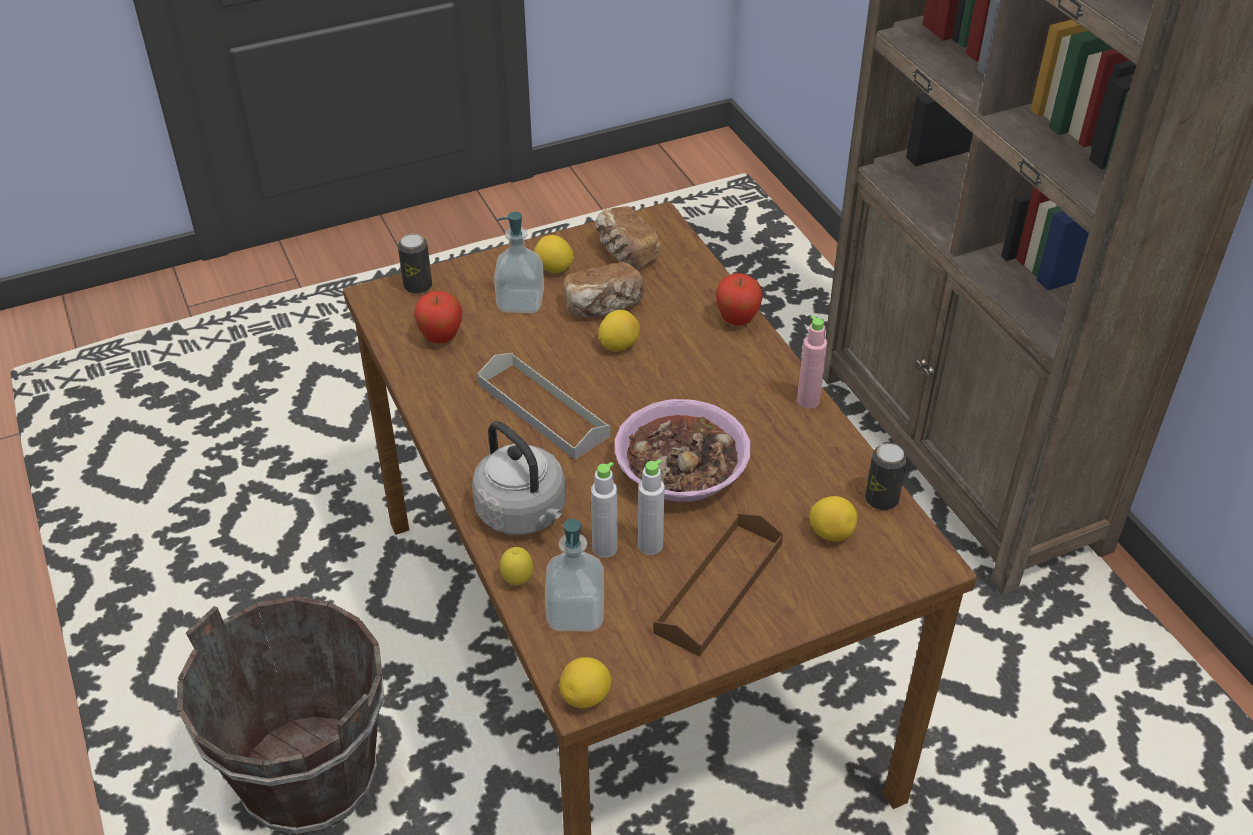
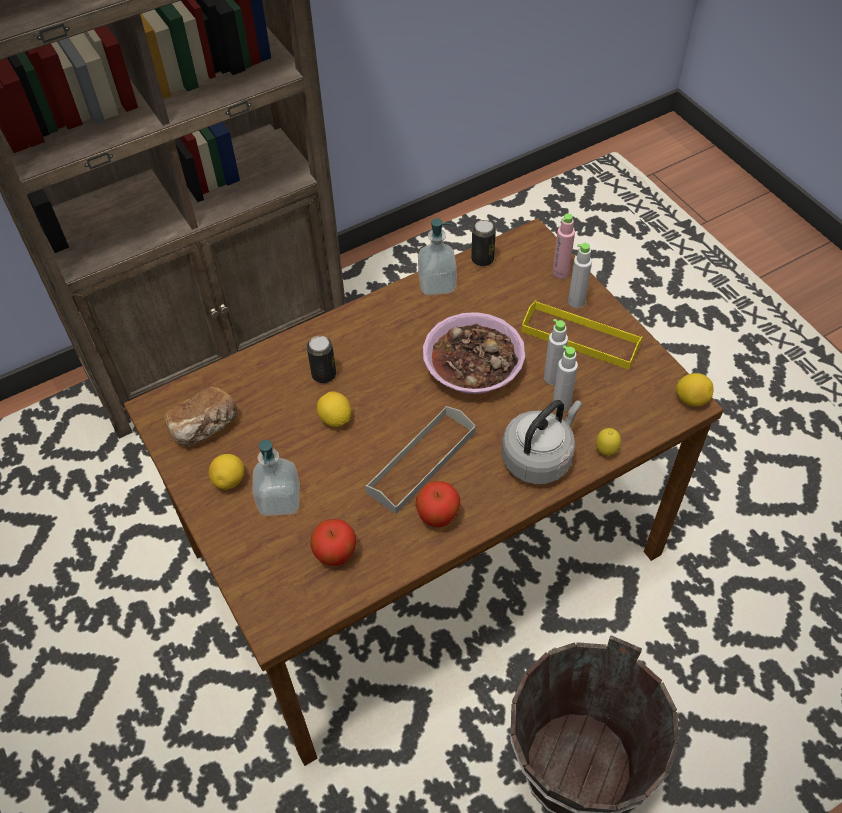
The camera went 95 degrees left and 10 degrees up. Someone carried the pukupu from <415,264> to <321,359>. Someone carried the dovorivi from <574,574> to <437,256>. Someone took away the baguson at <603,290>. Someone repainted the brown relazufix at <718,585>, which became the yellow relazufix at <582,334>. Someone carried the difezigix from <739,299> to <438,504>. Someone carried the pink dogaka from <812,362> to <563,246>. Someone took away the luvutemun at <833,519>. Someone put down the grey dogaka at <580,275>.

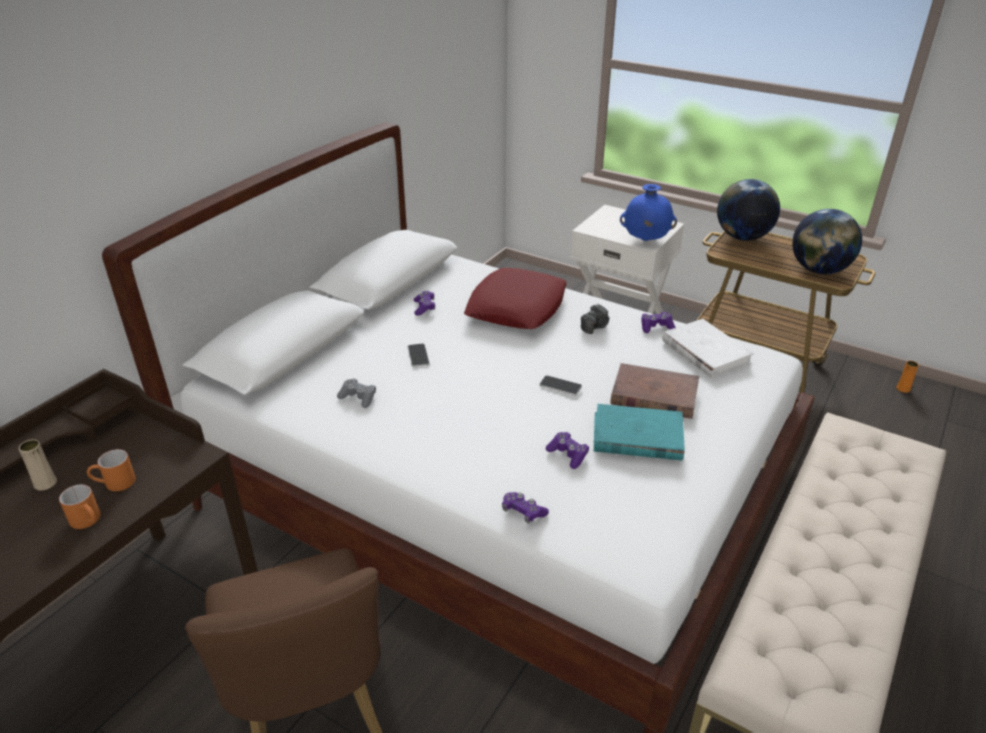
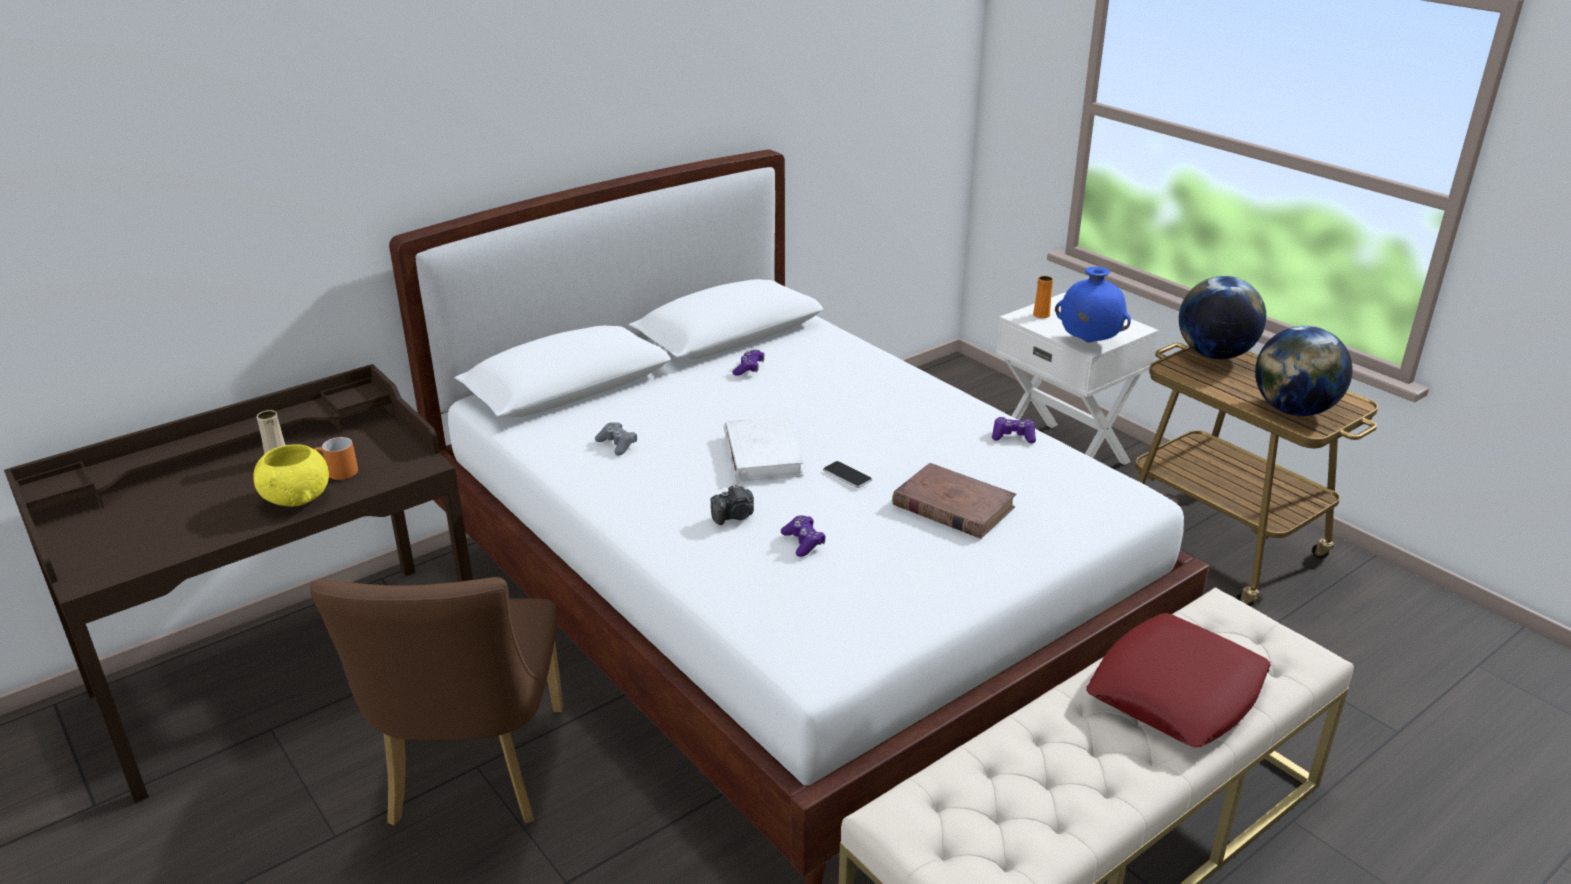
The camera went 20 degrees right and 5 degrees down. Someone swapped the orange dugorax at <80,507> for the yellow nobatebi at <291,475>. Someone took away the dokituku at <419,355>. Someone carried the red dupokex from <515,298> to <1178,680>. Someone took away the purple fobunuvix at <525,508>. Someone carried the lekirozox from <595,319> to <732,504>. Someone took away the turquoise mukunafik at <639,432>. Someone carried the white mukunafik from <708,348> to <764,449>. Someone carried the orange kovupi from <907,377> to <1043,297>.

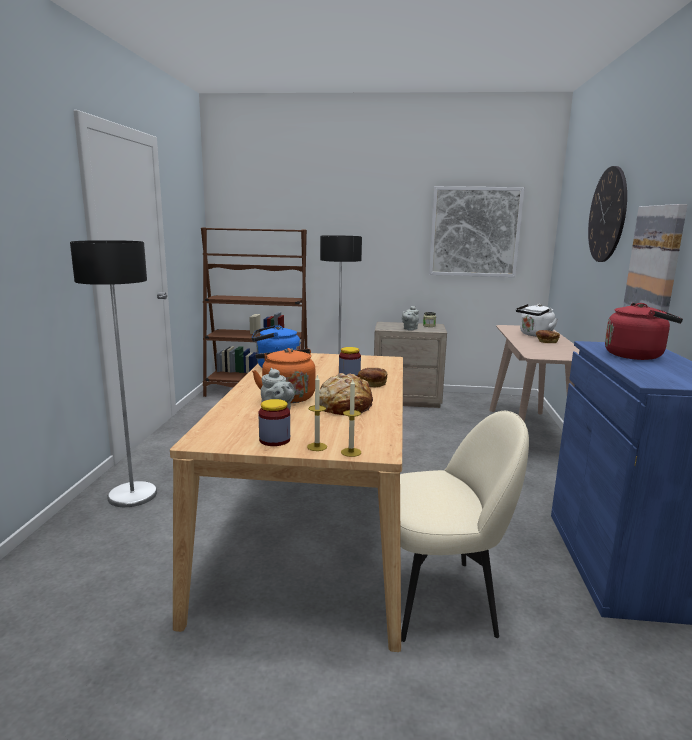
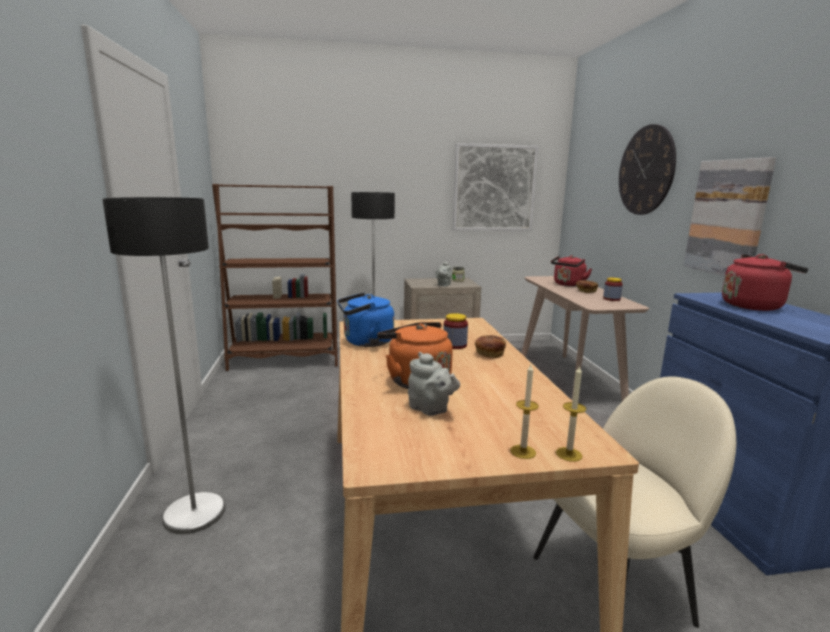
The camera went 15 degrees left and 0 degrees up. Someone carried the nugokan from <274,422> to <613,289>. Someone took away the baguson at <346,394>. Someone repainted the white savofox at <537,320>, which became the red savofox at <571,270>.

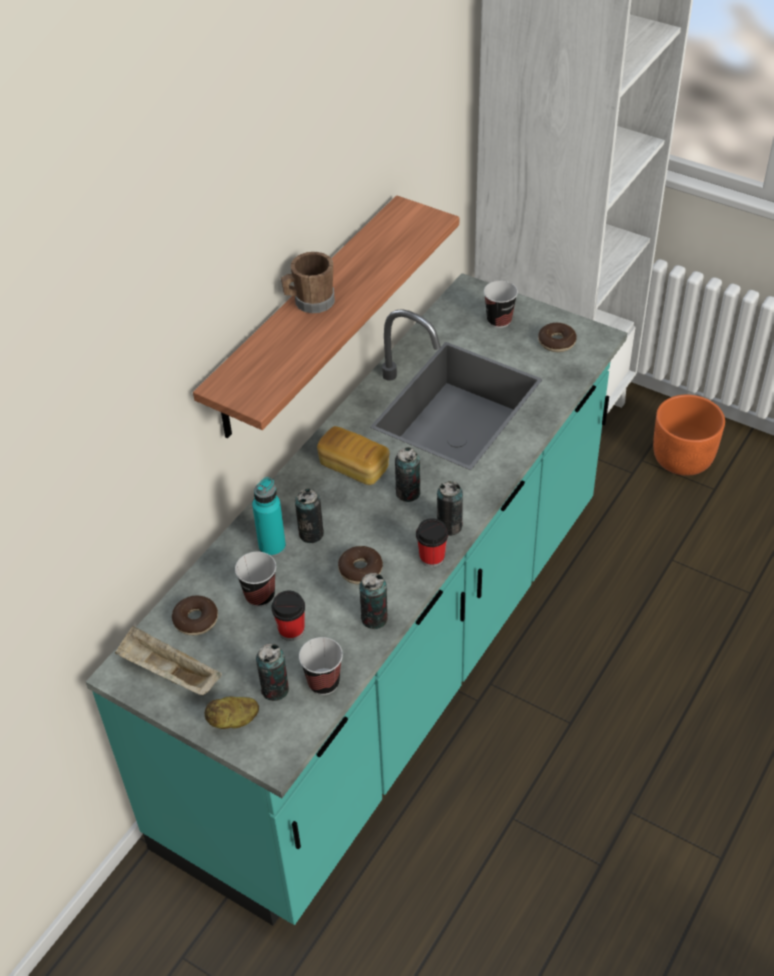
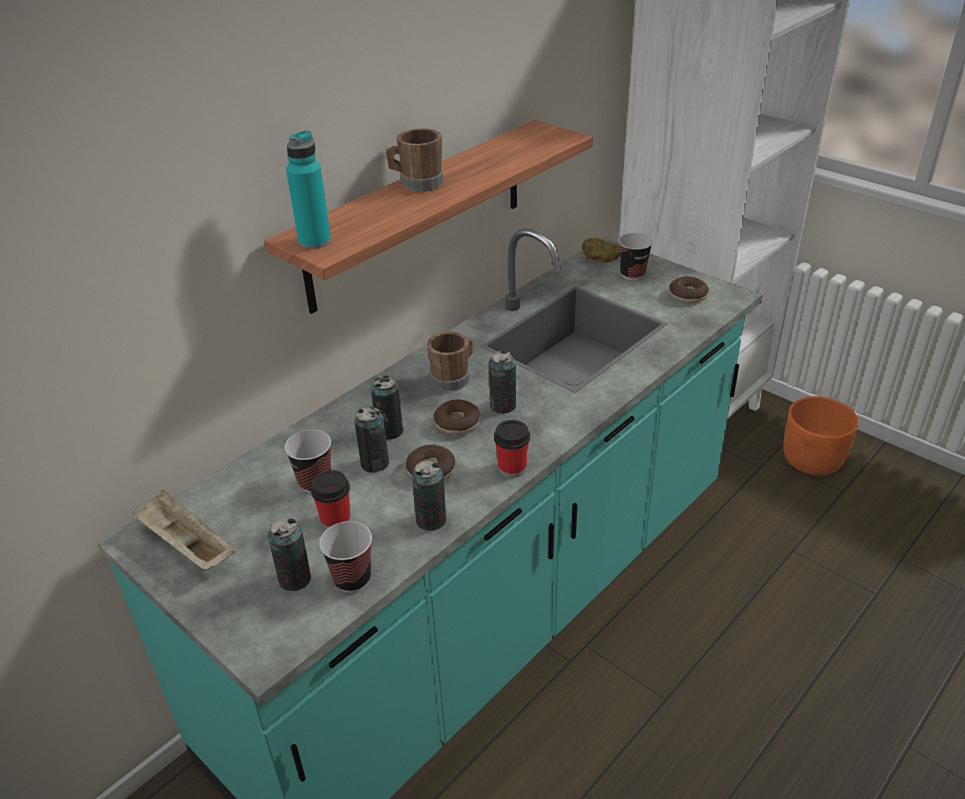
The camera went 10 degrees right and 10 degrees down. Someone carried the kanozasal from <195,615> to <457,417>. Someone carried the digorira from <232,712> to <601,250>. Someone carried the turquoise dogaka from <269,517> to <308,189>. Someone swapped the baguson at <353,455> for the brown dugorax at <450,361>. Someone carried the pukupu from <450,508> to <371,440>.

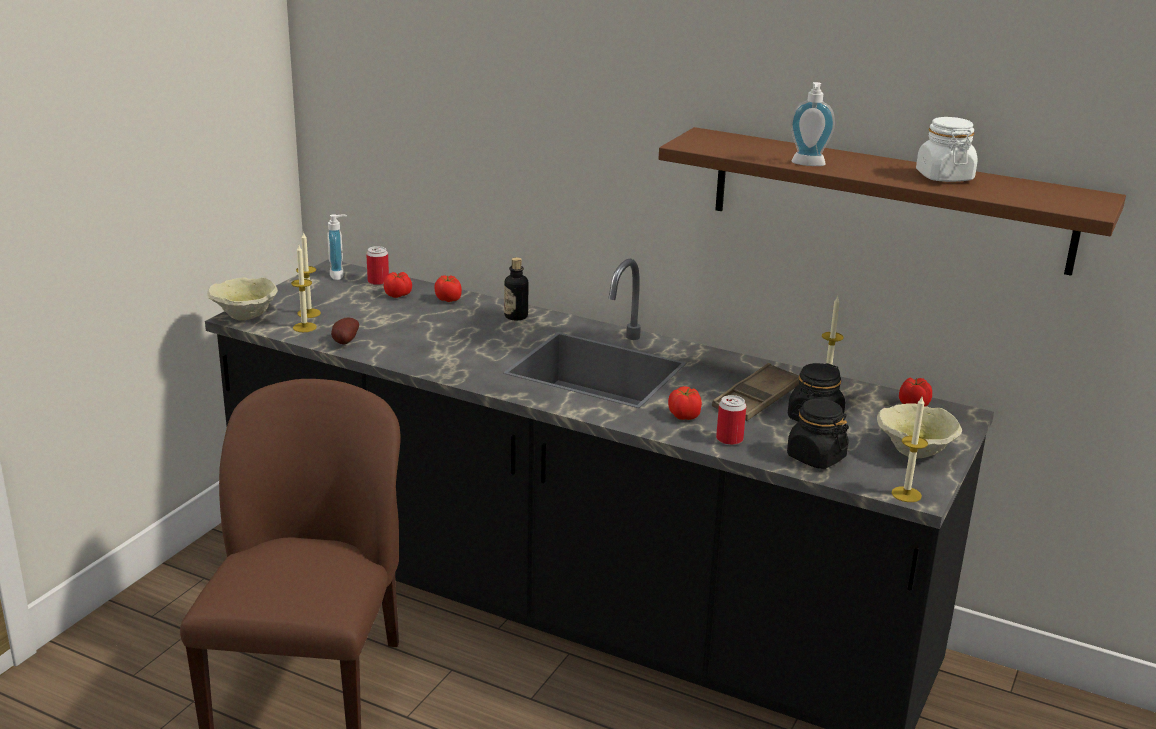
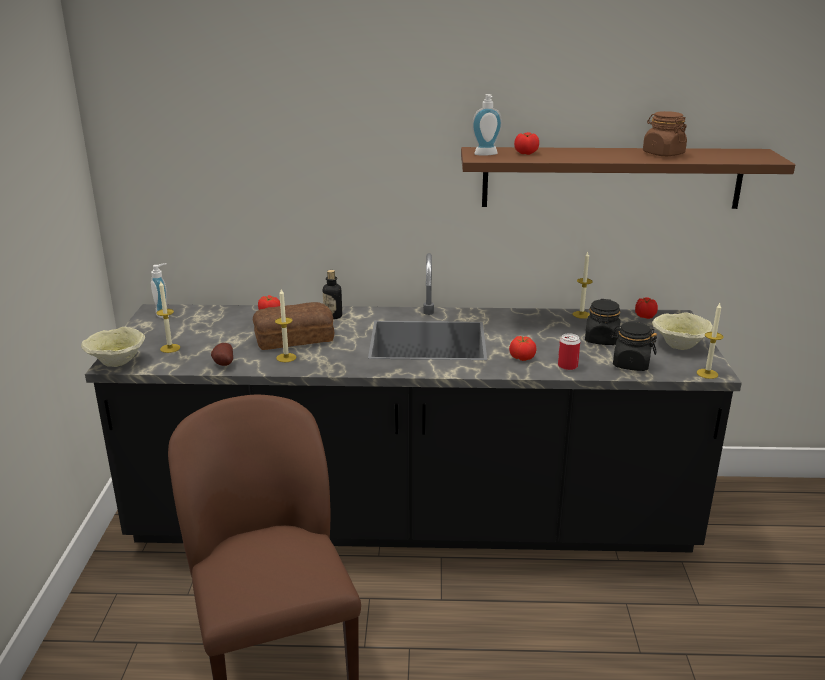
The camera went 25 degrees left and 0 degrees up. Someone carried the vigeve from <304,288> to <285,325>. Someone took away the pukupu at <377,265>. Someone carried the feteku from <398,285> to <526,143>. Someone took away the brown relazufix at <755,392>. Someone carried the dovorivi from <812,124> to <487,124>. Someone repainted the white nugokan at <946,149>, which became the brown nugokan at <665,133>. Someone put down the baguson at <294,326>.

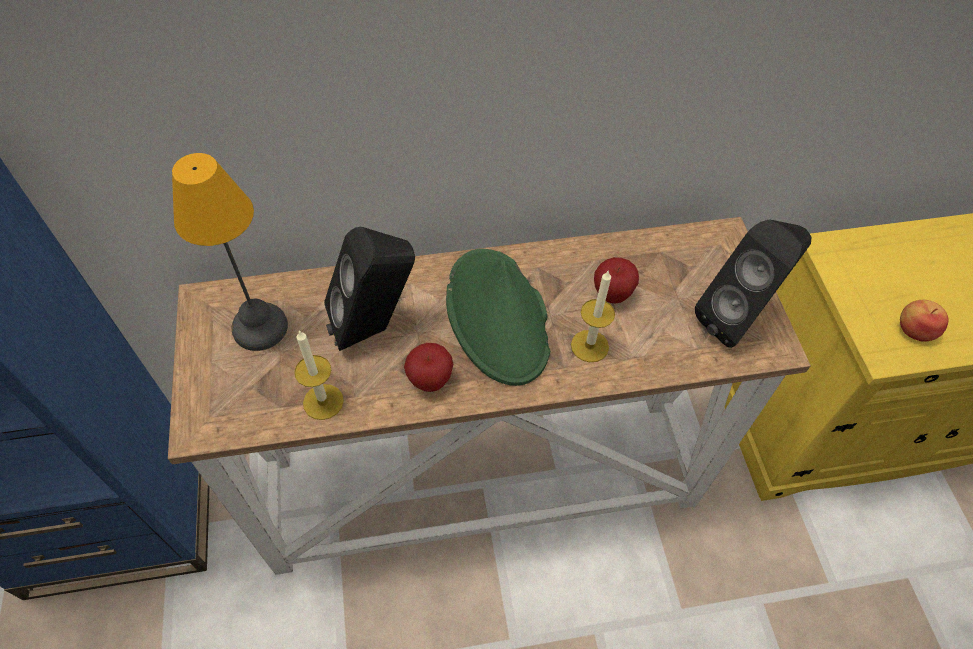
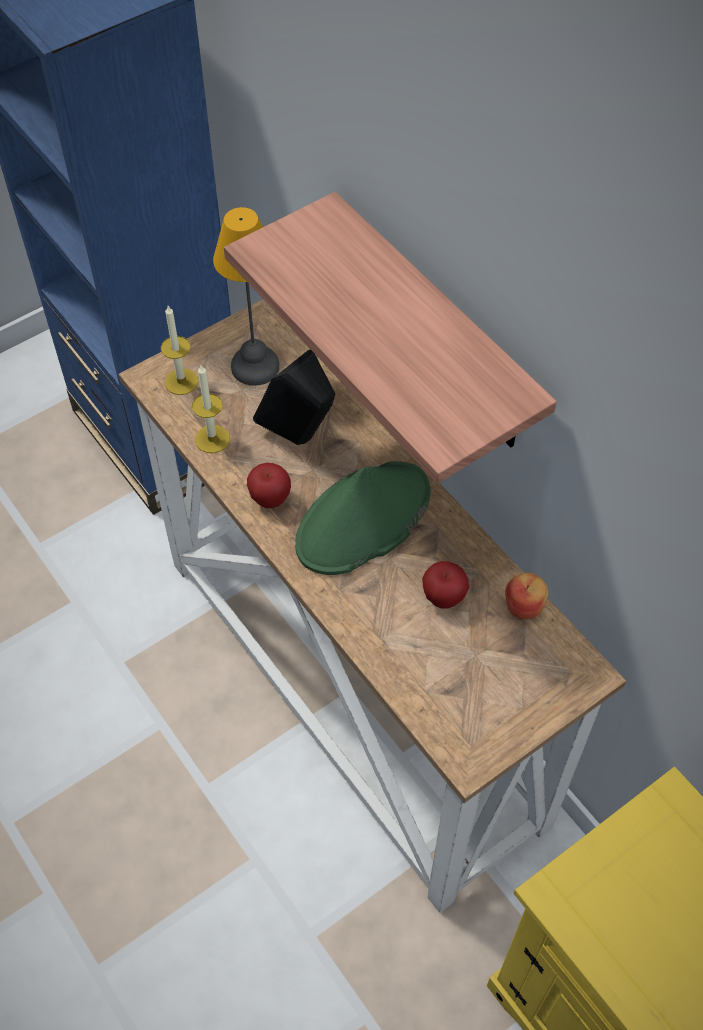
The camera went 65 degrees right and 0 degrees up. Someone carried the vigeve from <593,316> to <180,350>. Someone took away the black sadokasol at <753,283>. Someone carried the difezigix from <924,321> to <526,596>. Someone put up the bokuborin at <390,337>.

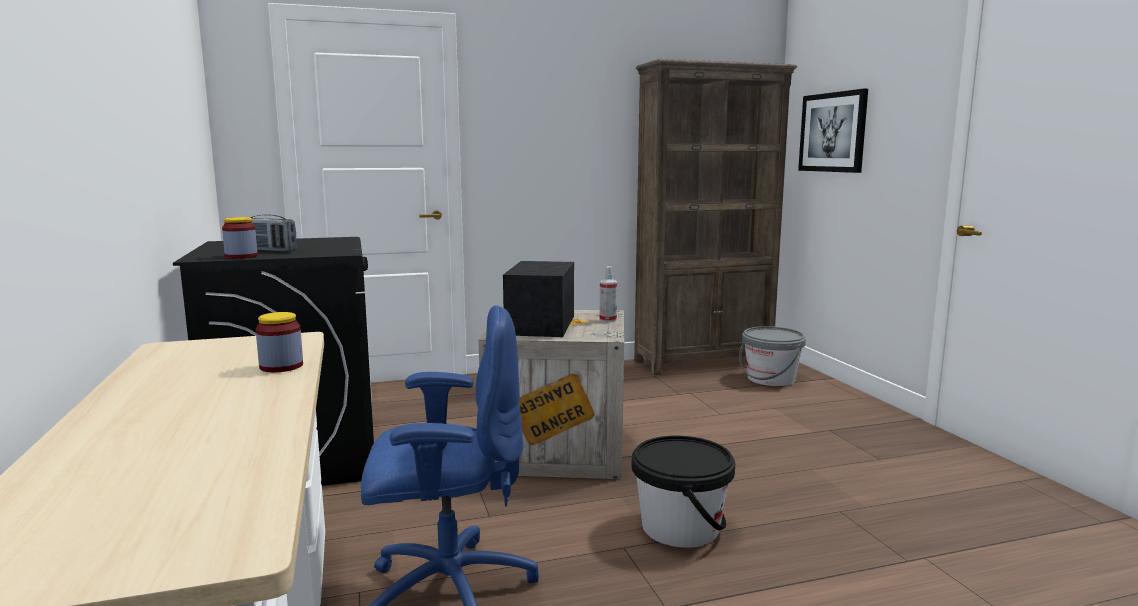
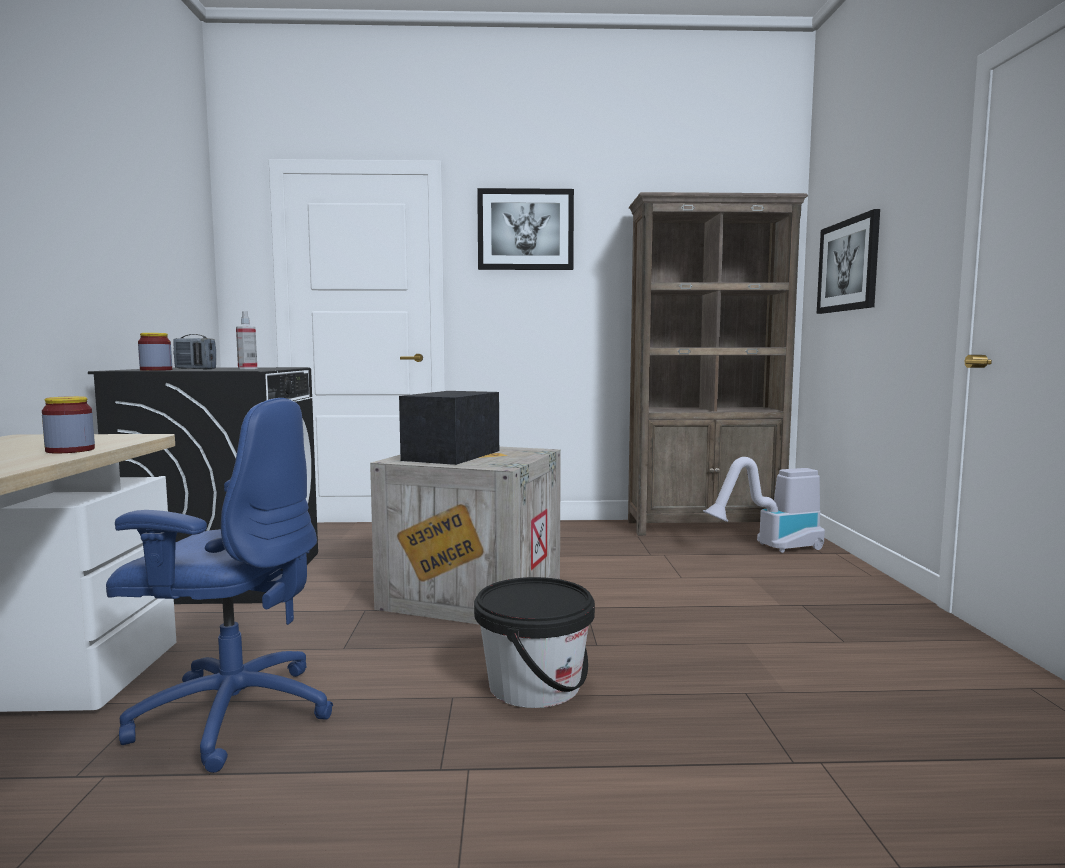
The camera went 15 degrees right and 5 degrees down. Someone carried the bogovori from <608,294> to <246,340>. Someone swapped the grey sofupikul at <772,356> for the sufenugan at <764,505>. Someone put up the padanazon at <525,229>.

